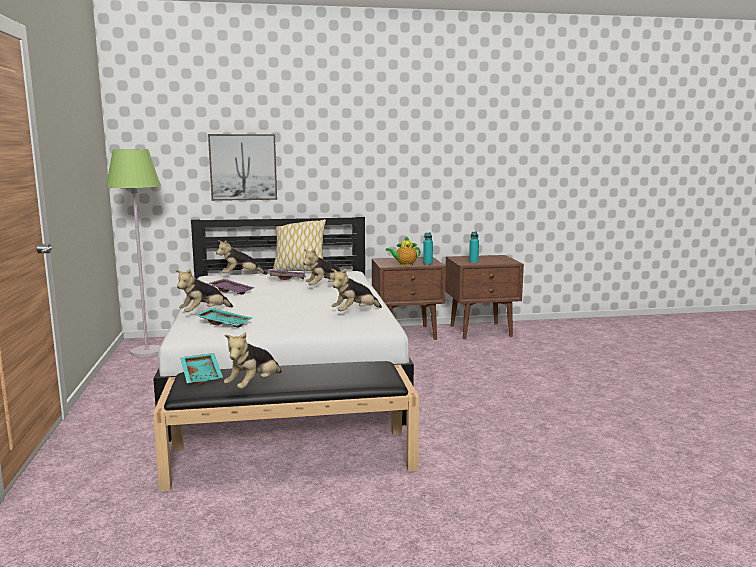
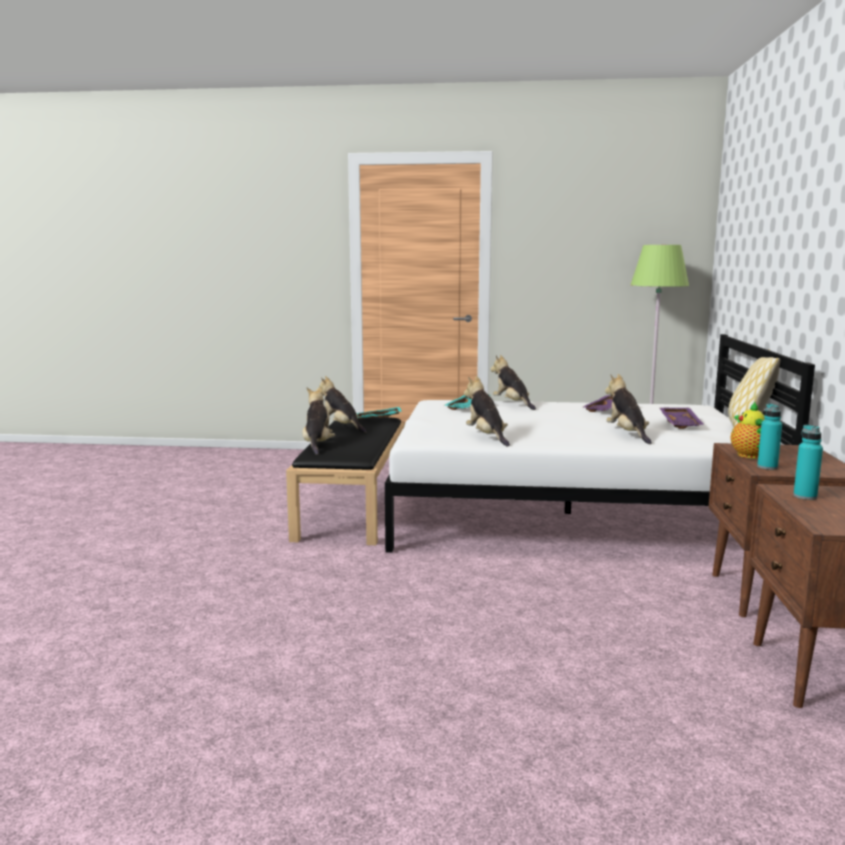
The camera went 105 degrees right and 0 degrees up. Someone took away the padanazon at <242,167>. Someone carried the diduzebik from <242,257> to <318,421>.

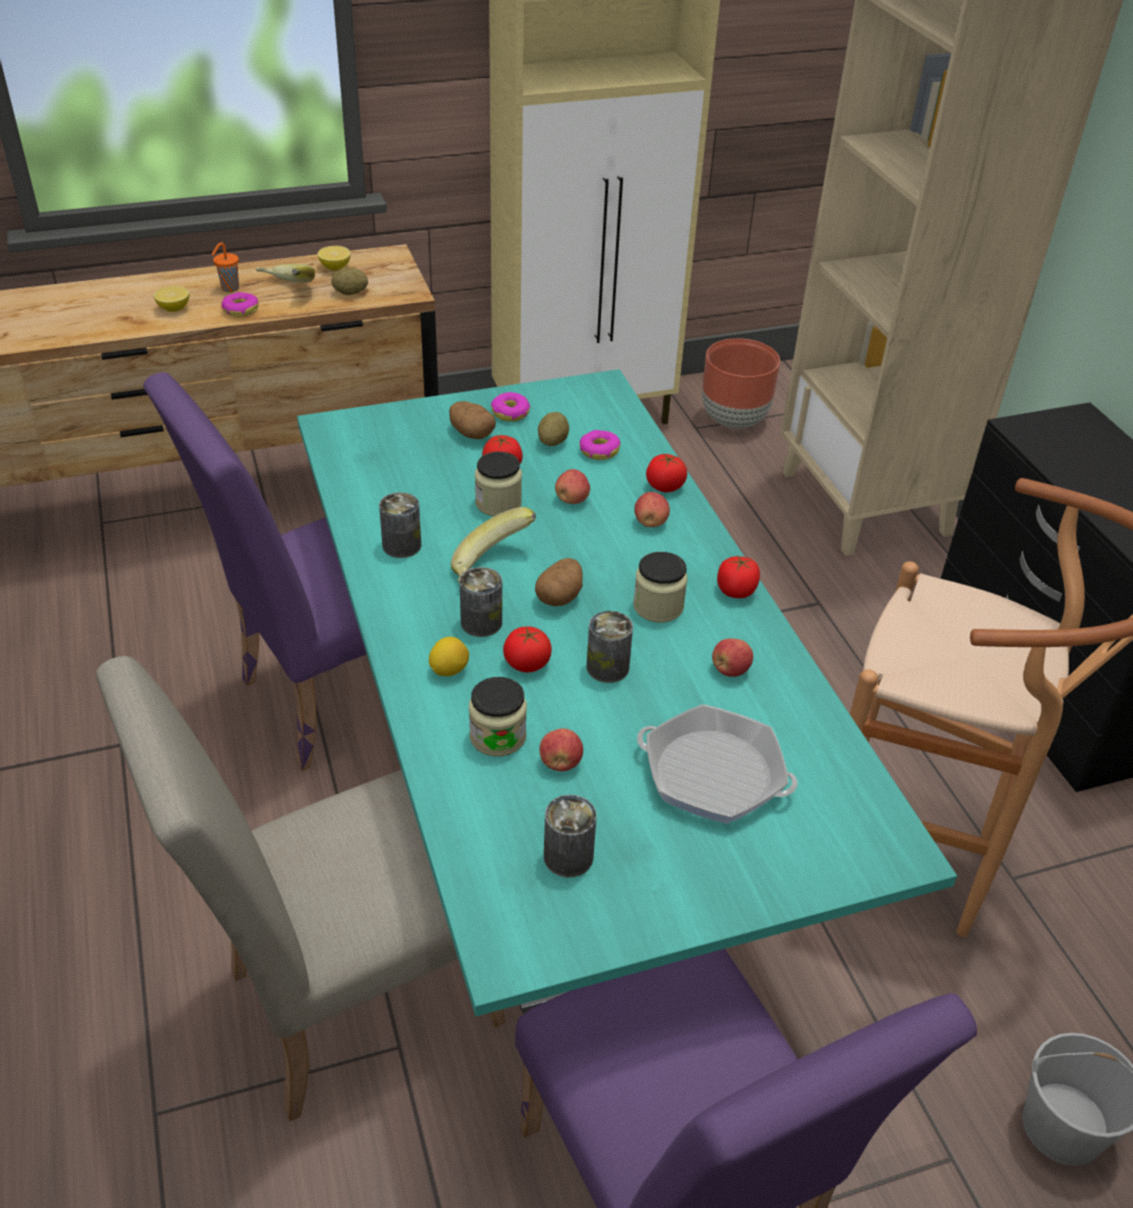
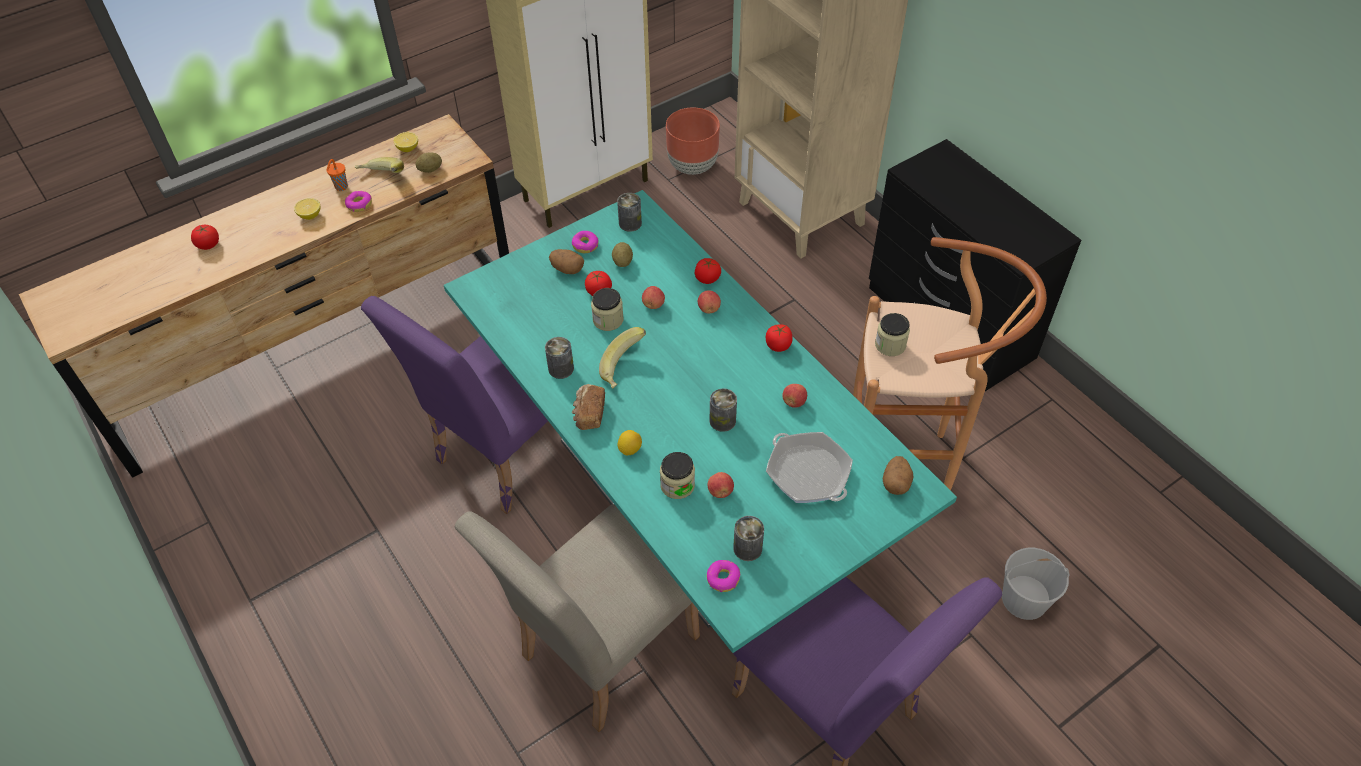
The camera went 15 degrees left and 10 degrees up. Someone carried the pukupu from <481,602> to <629,212>. Someone carried the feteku from <527,649> to <205,237>. Someone carried the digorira from <559,582> to <898,475>. Someone carried the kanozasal from <600,445> to <723,576>. Someone carried the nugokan from <660,587> to <892,334>. Someone rotated the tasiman at <717,764> by 45 degrees clockwise. Someone put down the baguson at <588,407>.

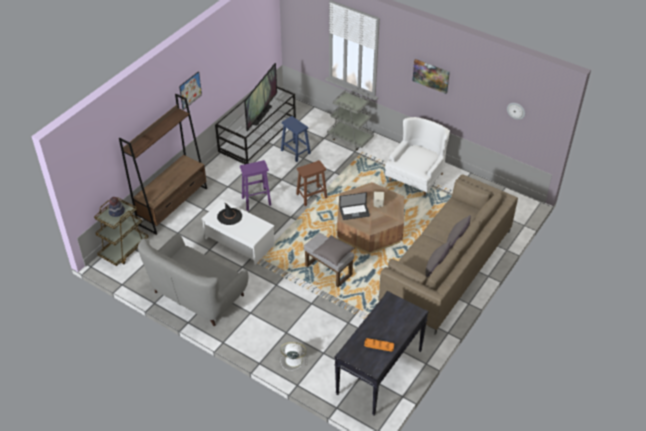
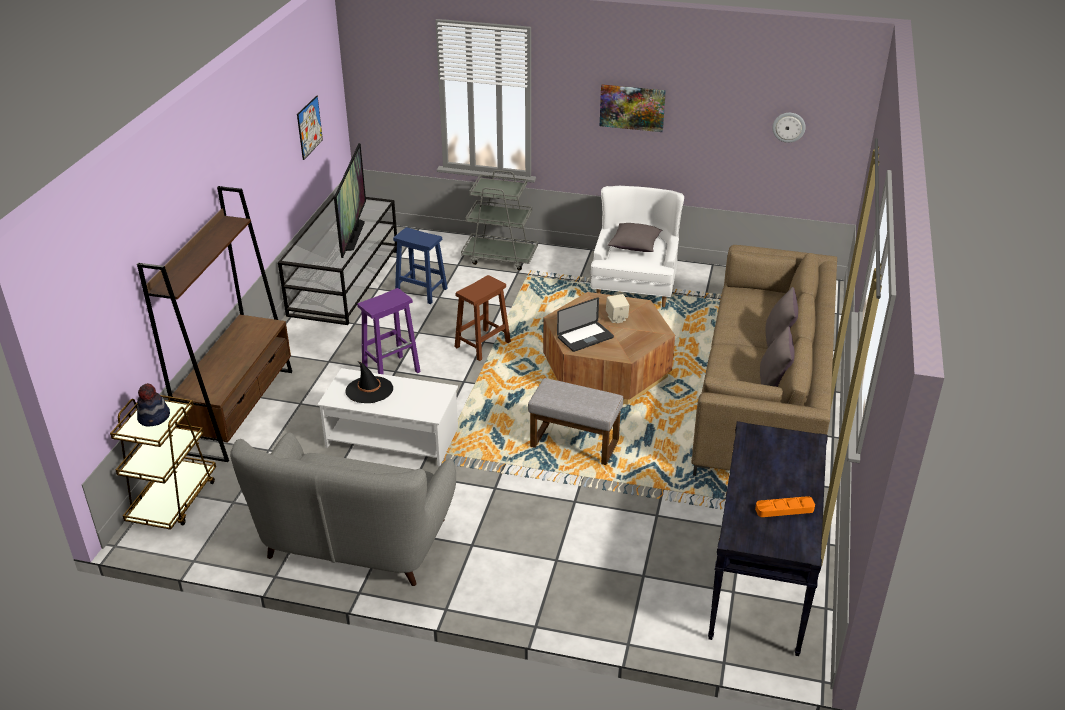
The camera went 20 degrees left and 10 degrees down. Someone carried the padanazon from <190,90> to <310,127>. Someone took away the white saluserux at <293,356>. Someone carried the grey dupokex from <333,250> to <635,237>.

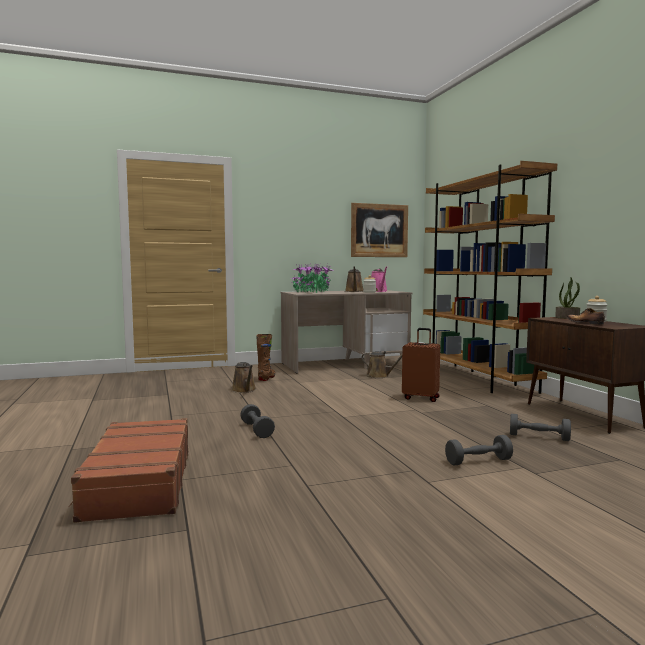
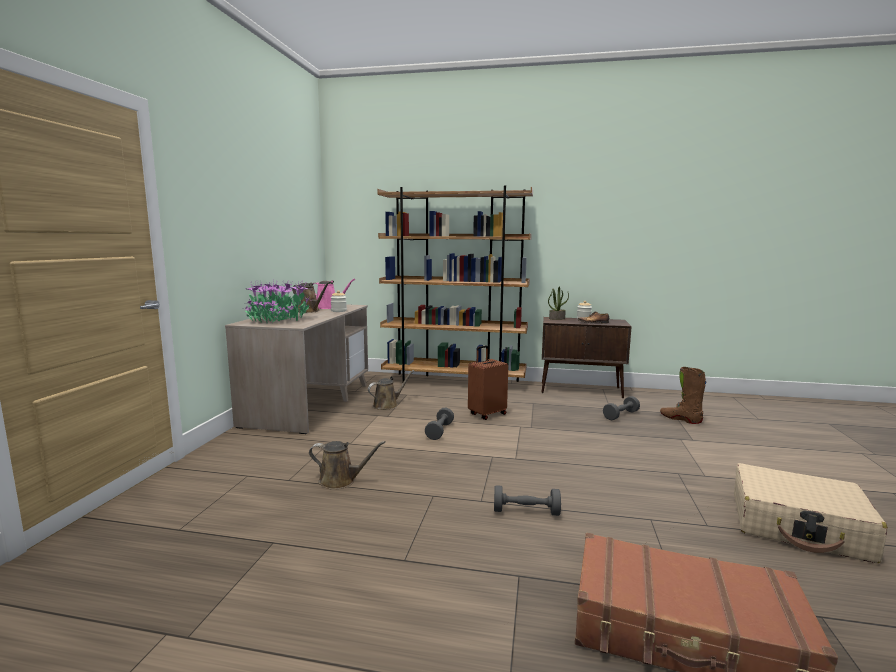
The camera went 60 degrees left and 5 degrees up. Someone carried the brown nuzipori from <265,357> to <683,395>. Someone took away the padanazon at <379,230>. Someone carried the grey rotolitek from <479,450> to <439,424>. Someone put down the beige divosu at <811,513>.

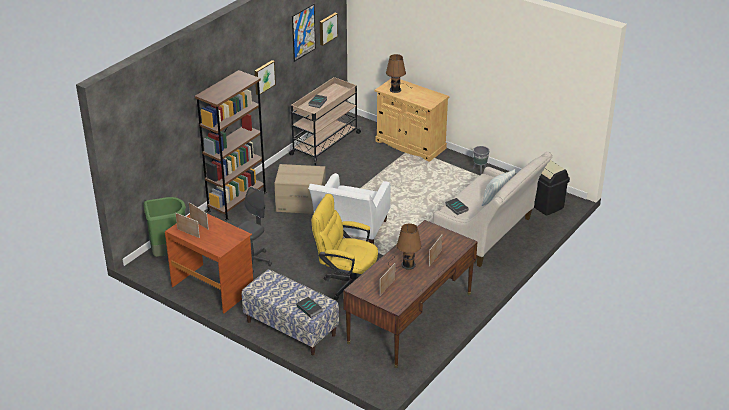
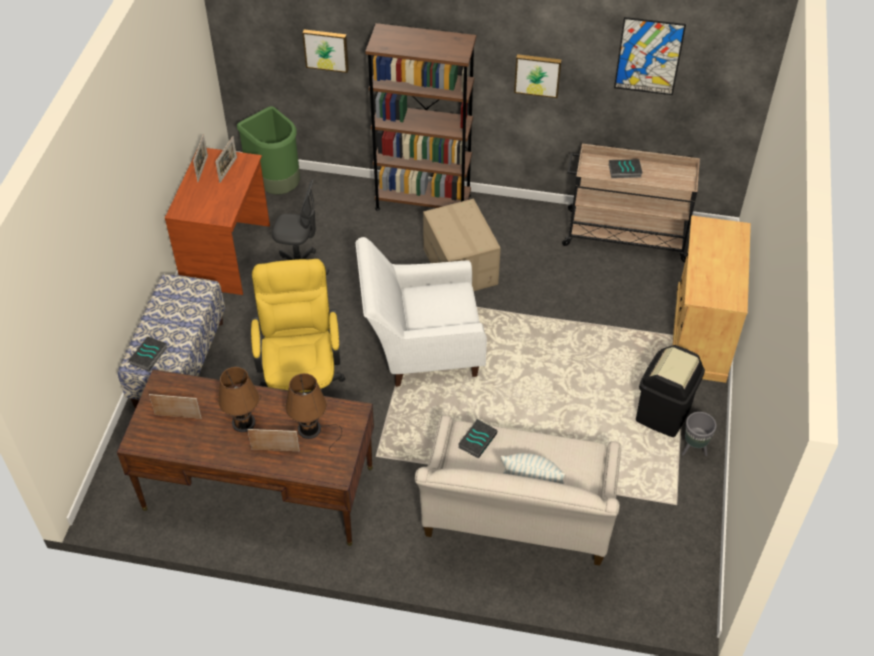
The camera went 65 degrees right and 15 degrees up. Someone carried the padanazon from <329,29> to <325,51>. Someone carried the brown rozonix from <399,73> to <313,413>. Someone carried the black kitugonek from <552,187> to <670,391>.

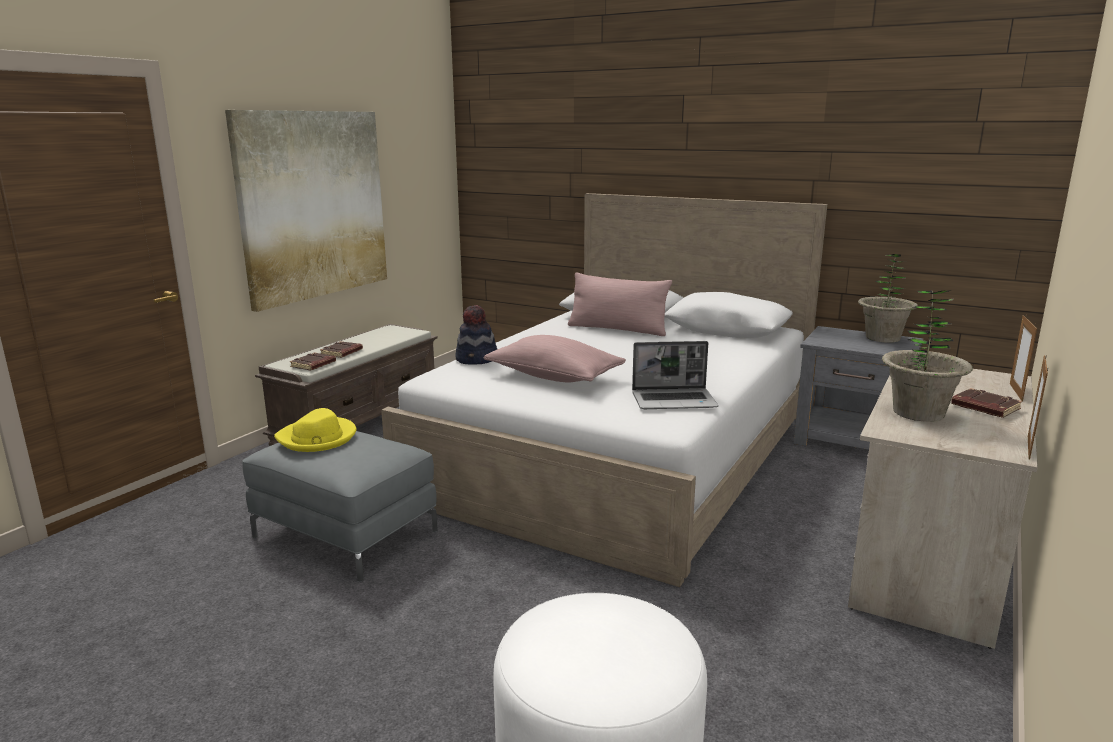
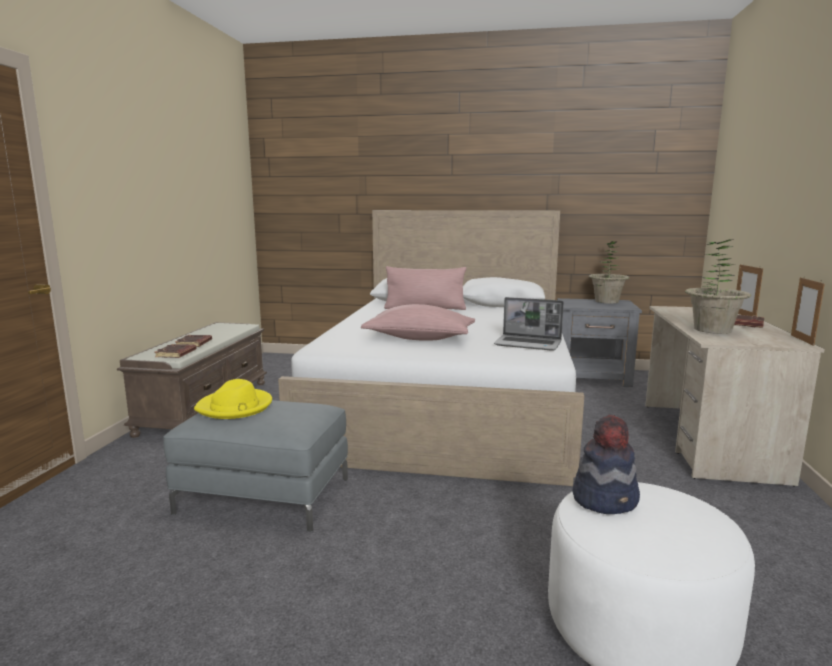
The camera went 20 degrees left and 5 degrees down. Someone took away the padanazon at <306,211>. Someone carried the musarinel from <476,335> to <606,464>. Someone rotated the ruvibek at <675,375> by 45 degrees clockwise.

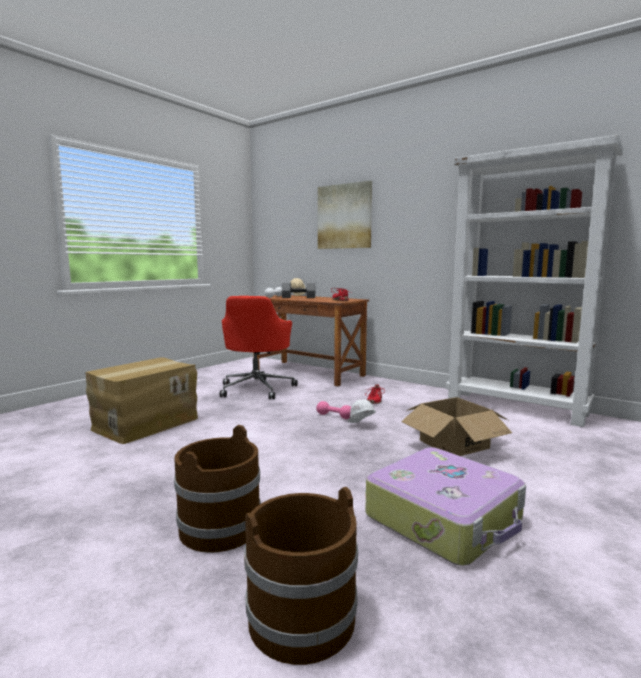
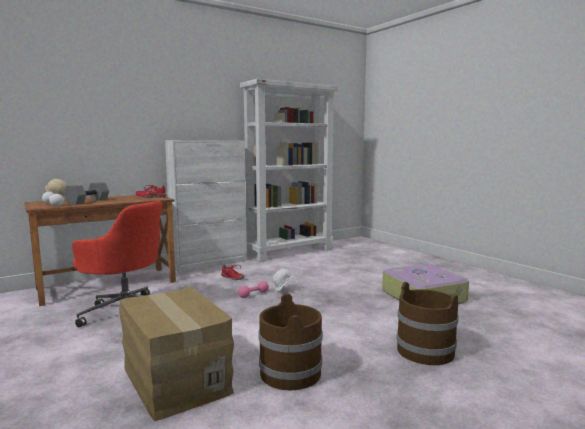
The camera went 70 degrees left and 0 degrees up. Someone carried the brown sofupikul from <301,576> to <291,342>. Someone took away the padanazon at <345,215>. Someone took away the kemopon at <456,426>. Someone put down the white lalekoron at <206,206>.

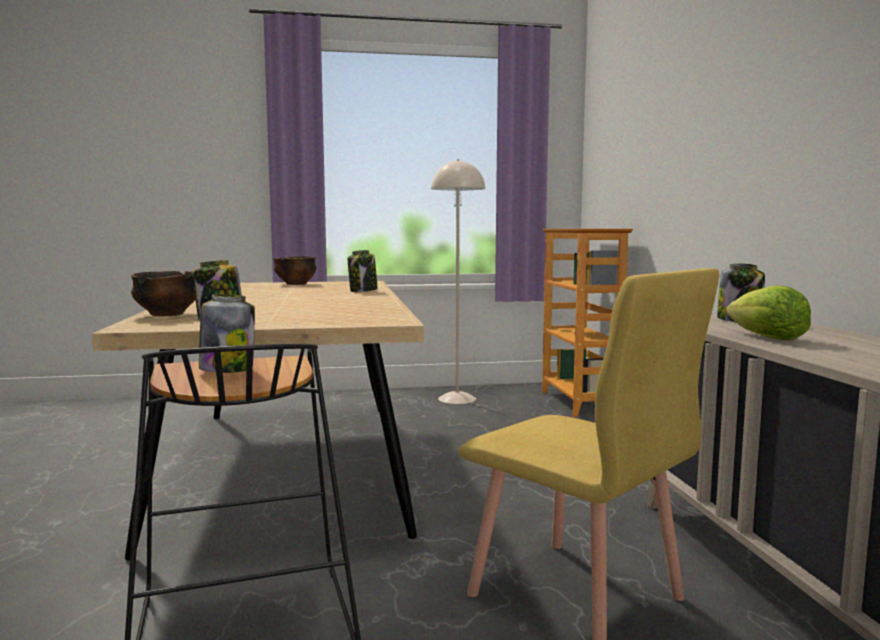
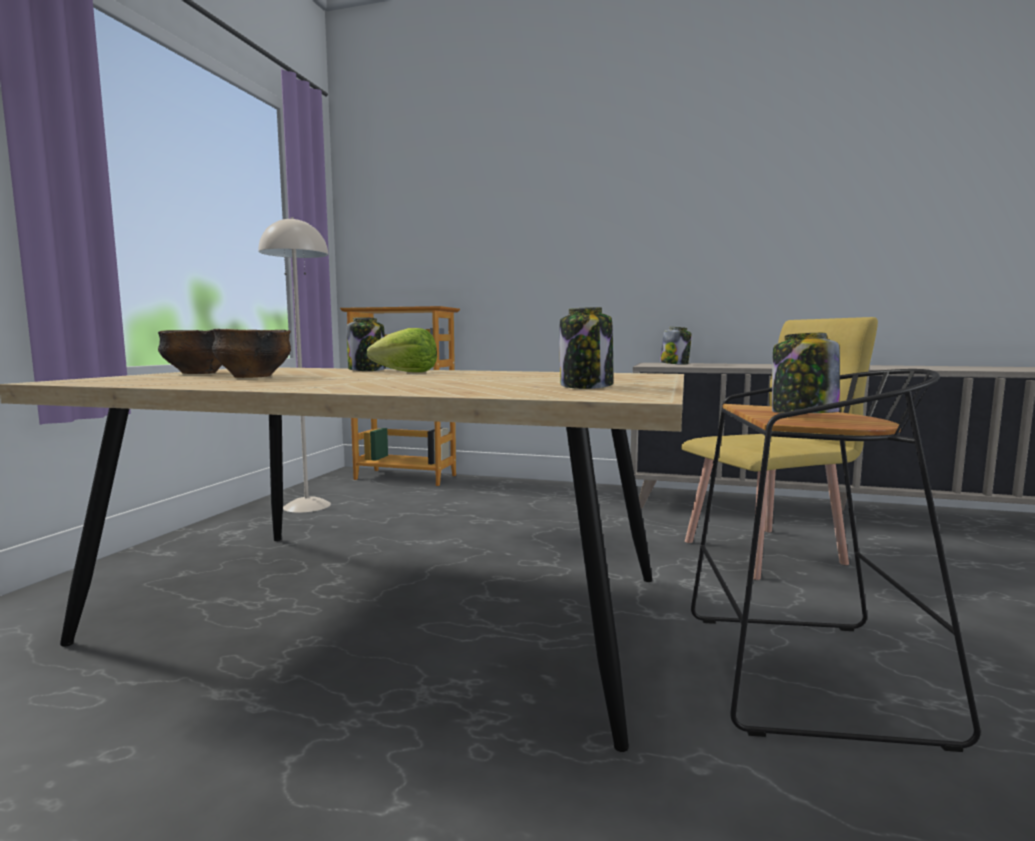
The camera went 65 degrees left and 0 degrees up. Someone carried the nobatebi from <163,293> to <251,353>. Someone carried the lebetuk from <768,312> to <402,350>.

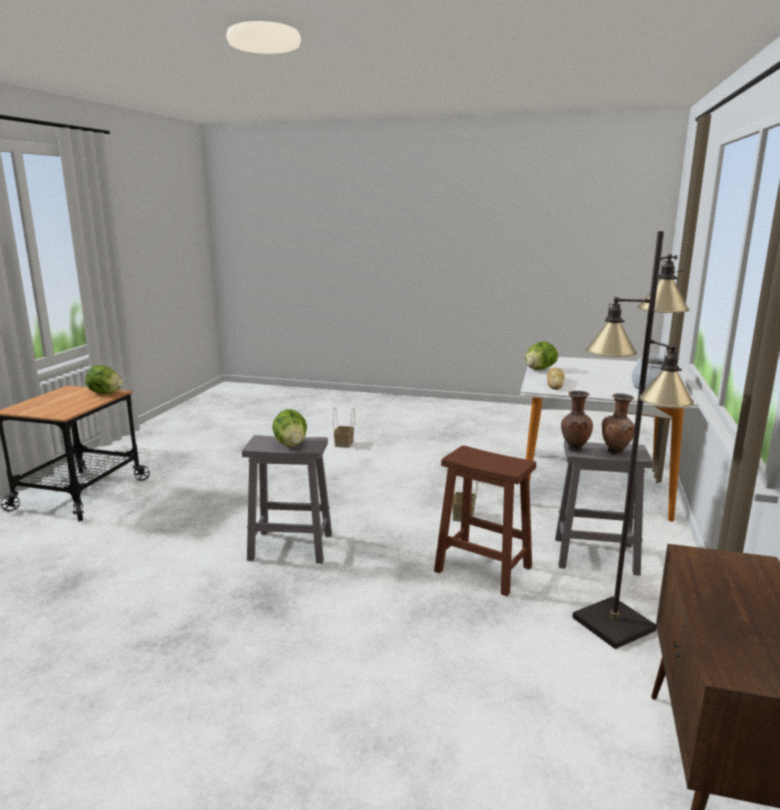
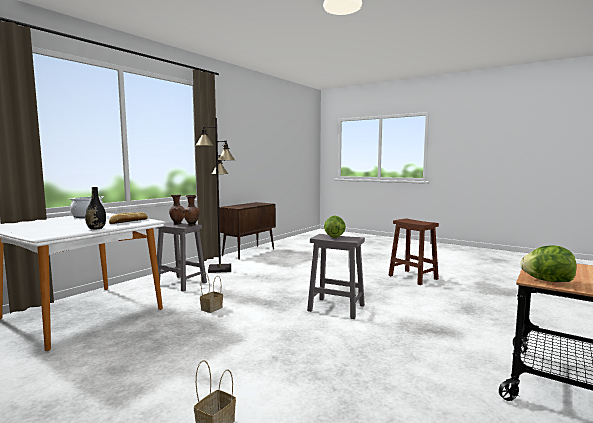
The camera went 160 degrees left and 10 degrees down. Someone carried the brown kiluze from <485,521> to <413,252>. Someone swapped the lebetuk at <541,355> for the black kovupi at <95,208>.

